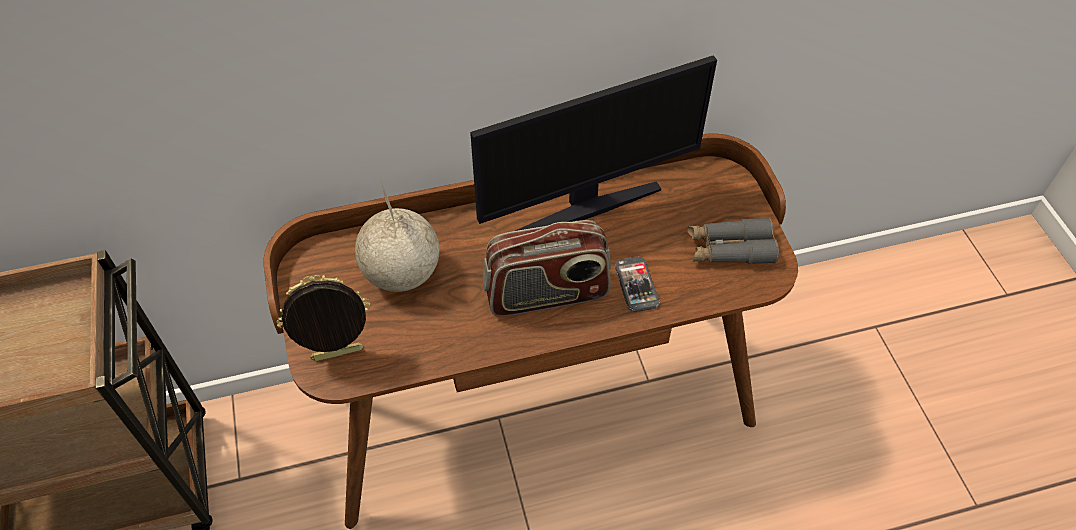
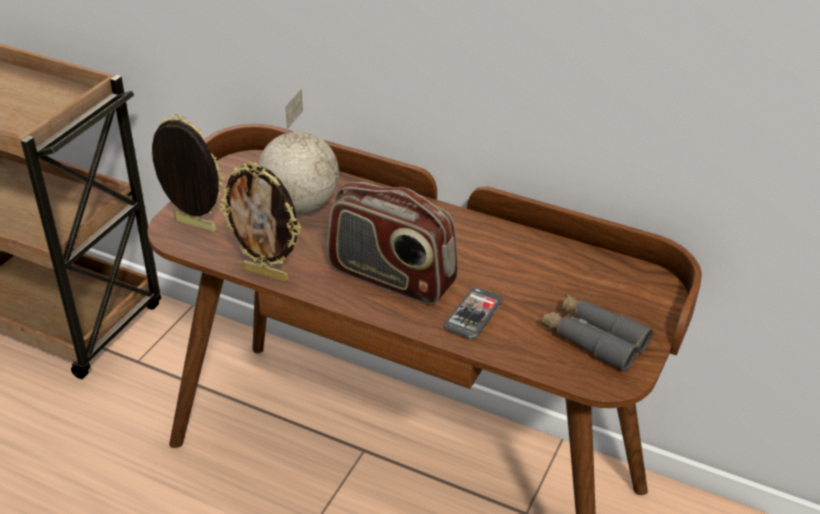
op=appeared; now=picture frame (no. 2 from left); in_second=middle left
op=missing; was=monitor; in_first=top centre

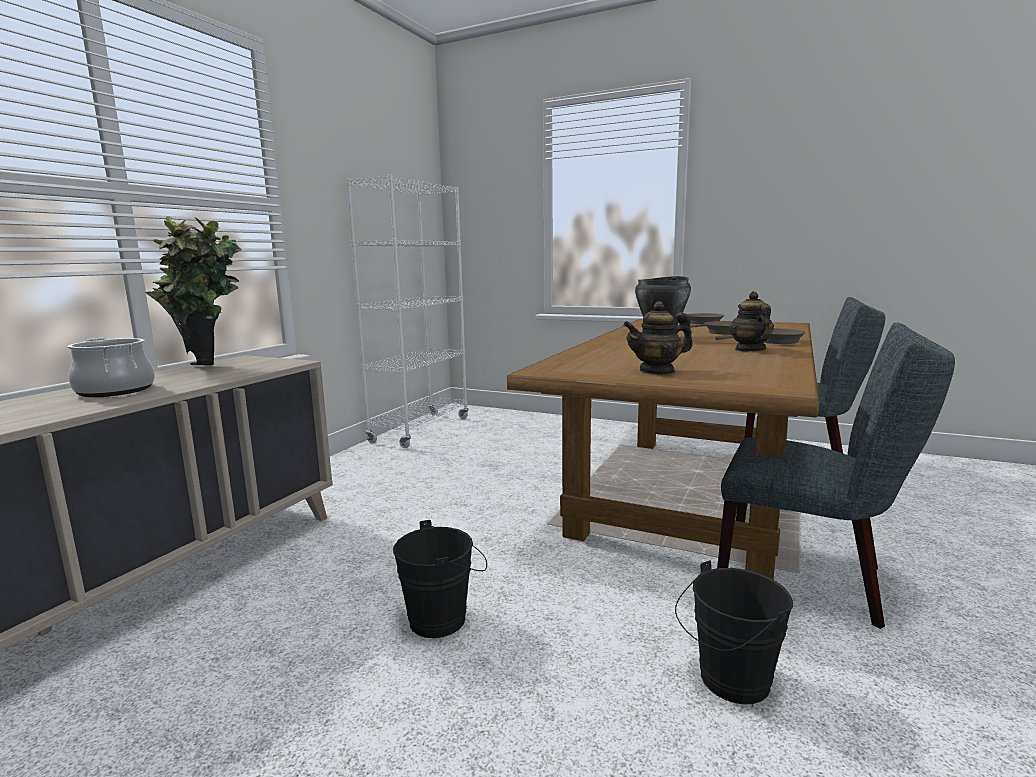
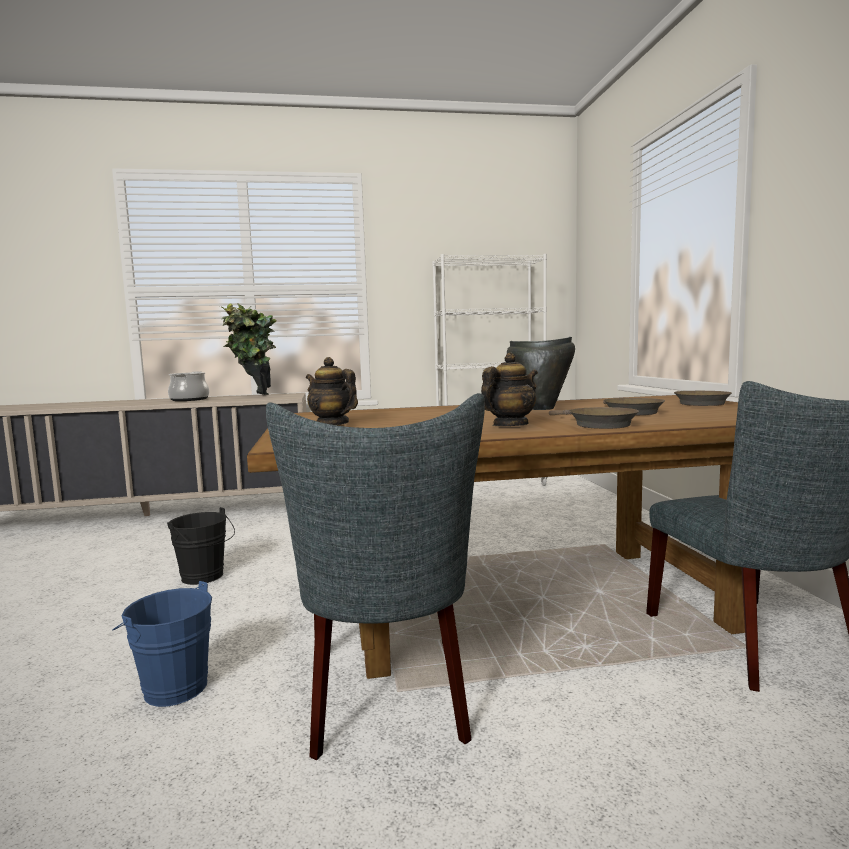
op=colour; was=black bucket (no. 2 from left); now=blue bucket; in_first=bottom right; in_second=bottom left

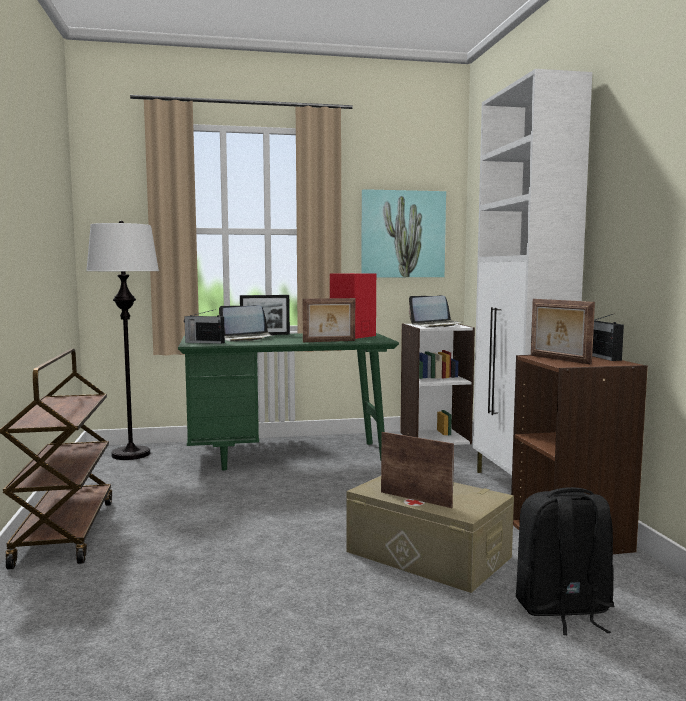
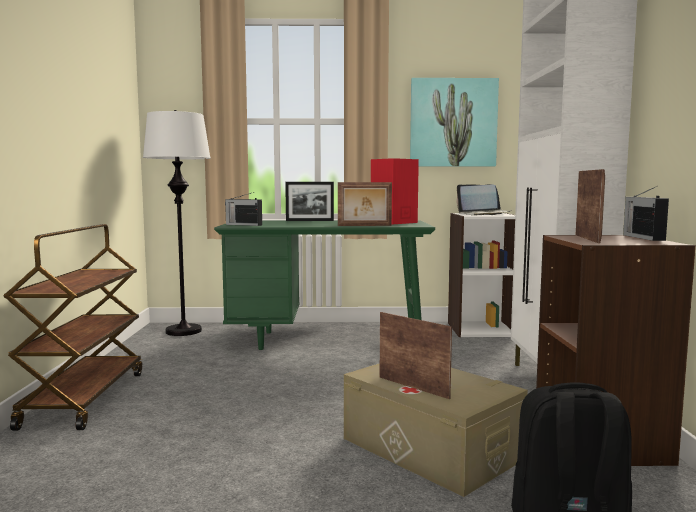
op=spun; was=picture frame (no. 4 from left); in_first=middle right; in_second=middle right; clockwise=-150
op=missing; was=laptop (no. 1 from left); in_first=centre

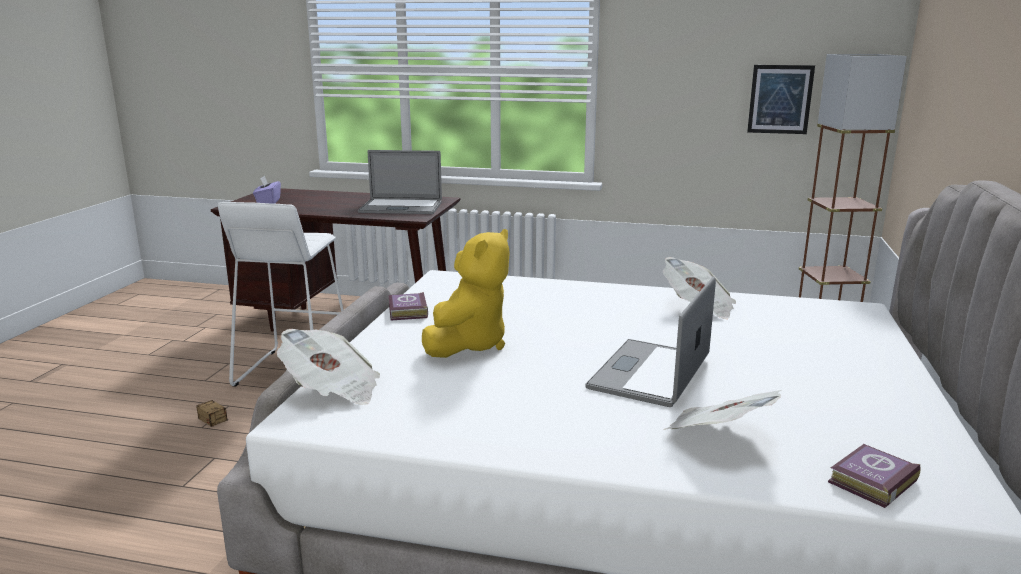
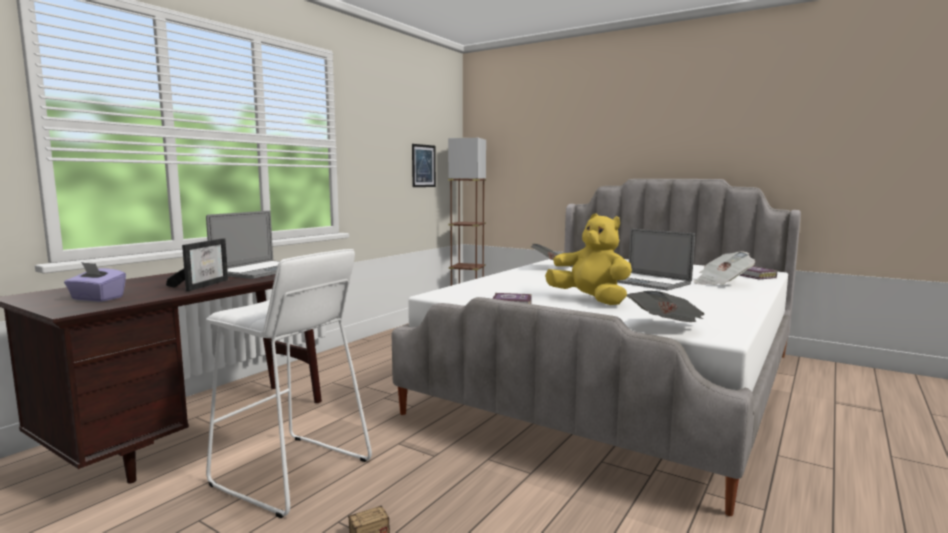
op=appeared; now=picture frame; in_second=middle left

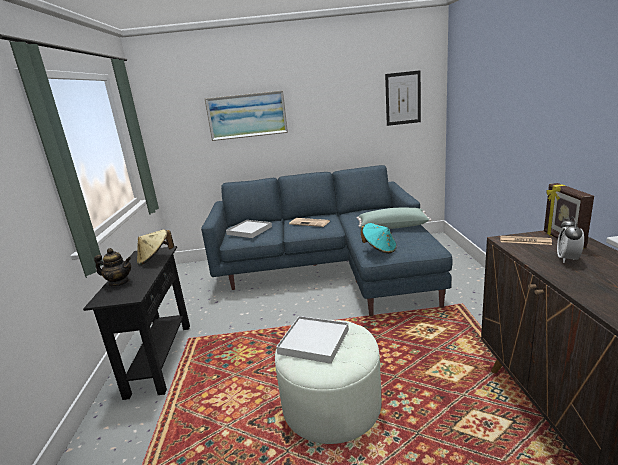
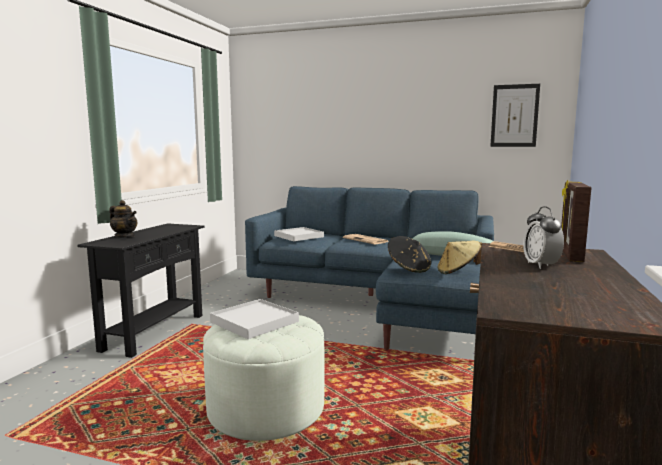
op=colour; was=turquoise hat; now=black hat; in_first=centre; in_second=centre
op=relocated; was=beige hat; in_first=middle left; in_second=middle right
op=spun; was=alarm clock; in_first=middle right; in_second=middle right; clockwise=-45
op=missing; was=picture (no. 1 from left); in_first=top centre

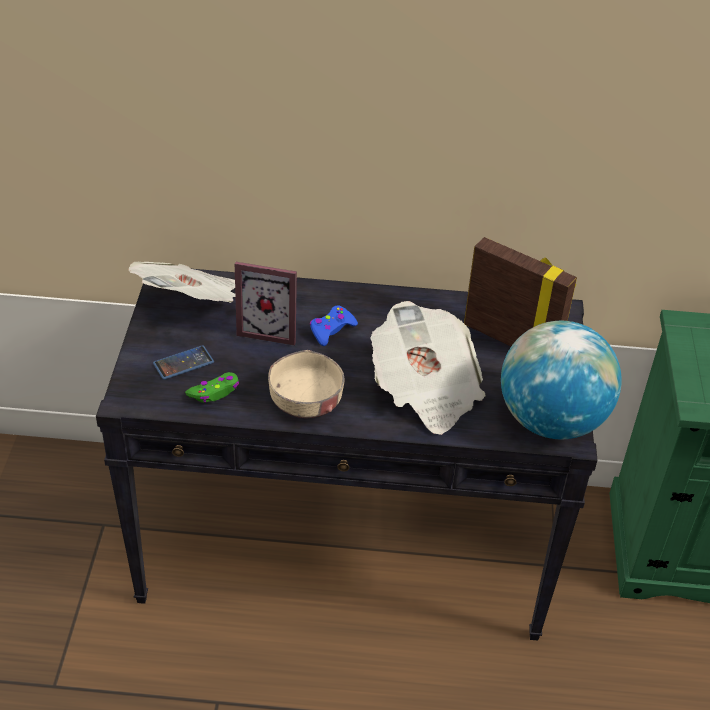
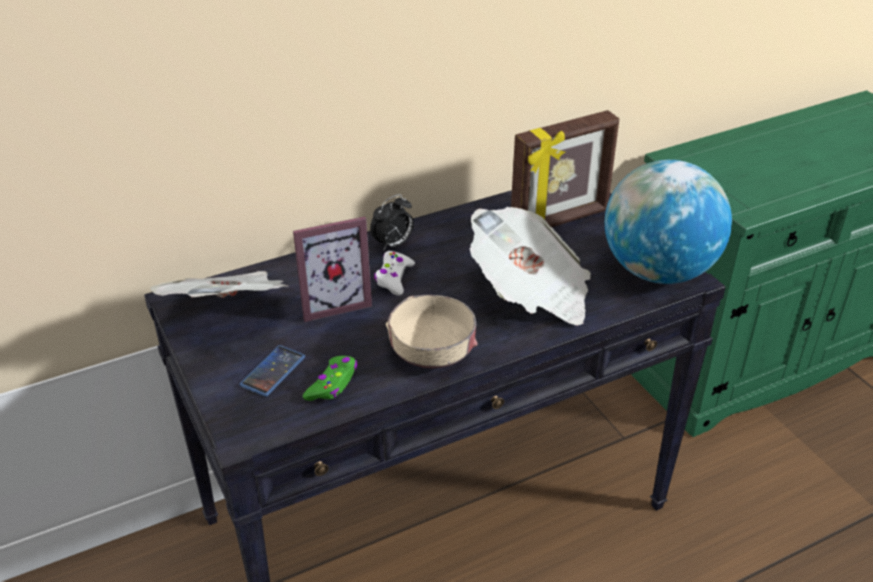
op=appeared; now=alarm clock; in_second=centre
op=colour; was=blue game controller; now=white game controller; in_first=centre; in_second=centre
op=spun; was=picture frame (no. 2 from left); in_first=middle right; in_second=top centre; clockwise=150

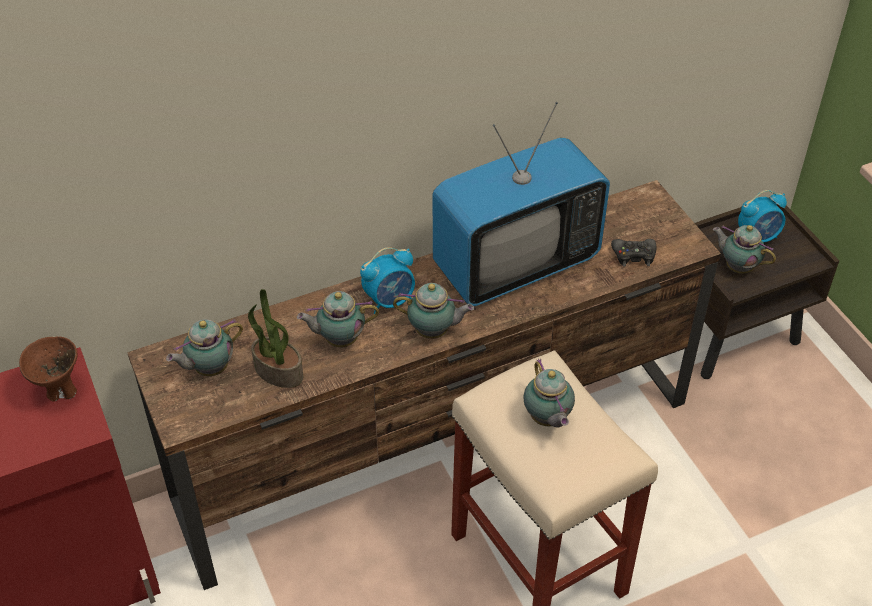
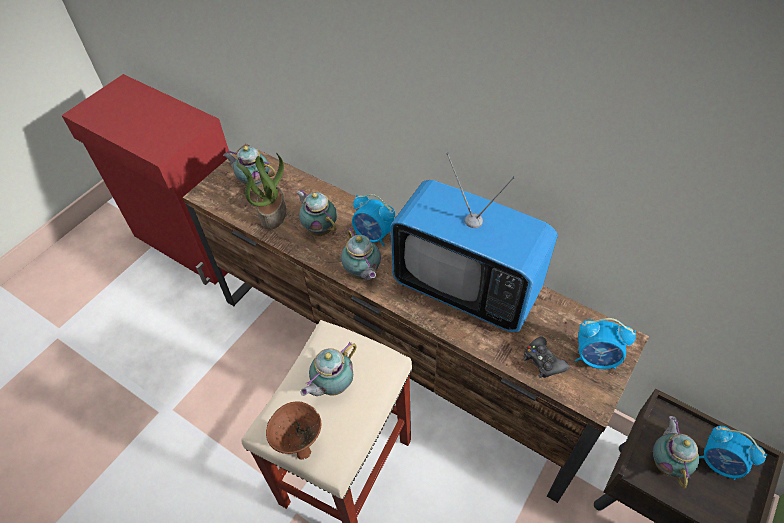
op=relocated; was=brown bowl; in_first=middle left; in_second=bottom centre
op=appeared; now=alarm clock (no. 2 from left); in_second=middle right

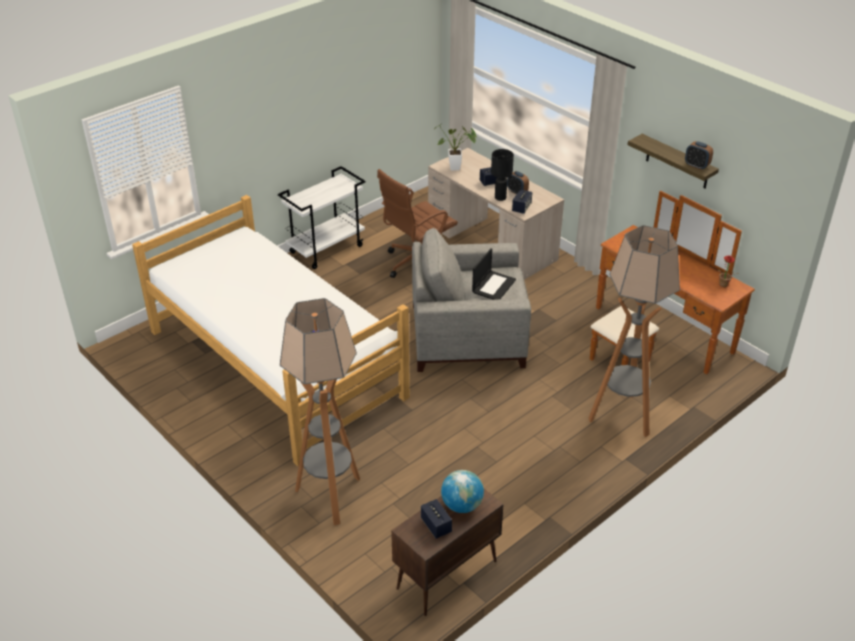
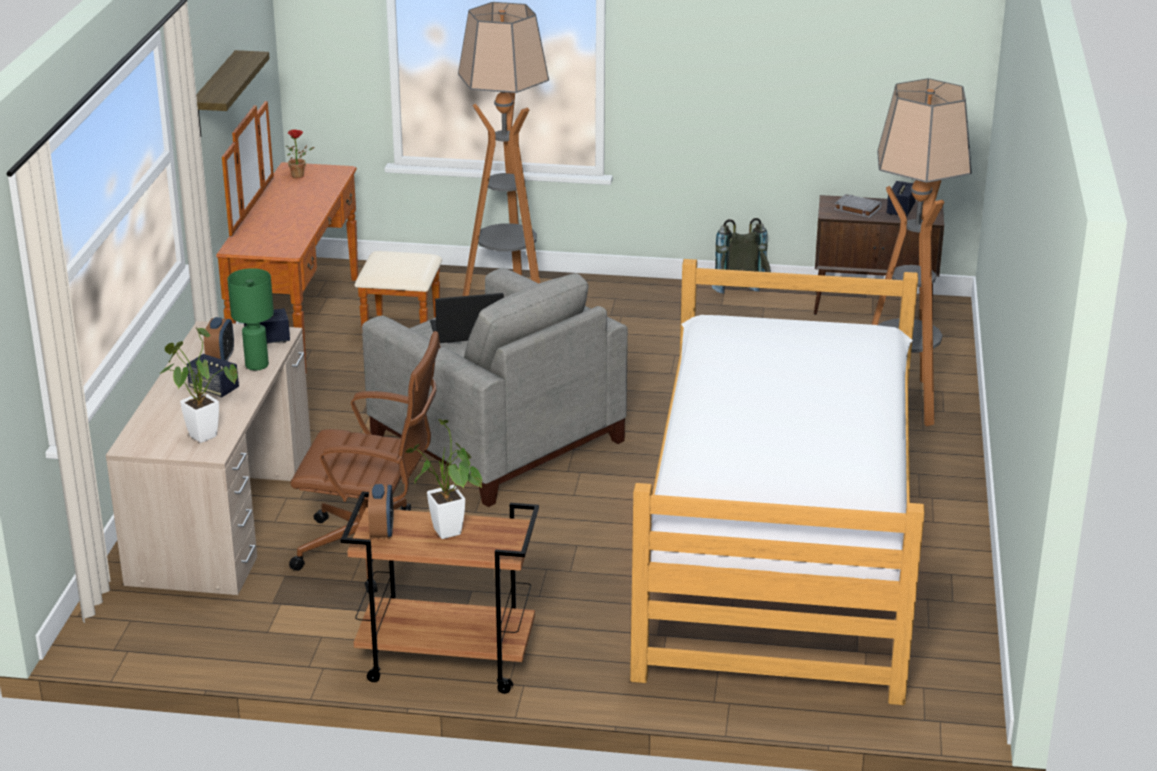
op=colour; was=black table lamp; now=green table lamp; in_first=top centre; in_second=middle left
op=colour; was=white cart; now=brown cart; in_first=centre; in_second=bottom centre
op=relocated; was=alarm clock (no. 2 from left); in_first=top right; in_second=middle left
op=appeared; now=potted plant (no. 3 from left); in_second=centre
op=appeared; now=grey backpack; in_second=top centre
op=exchanged; was=globe; now=grey book; in_first=bottom centre; in_second=top right

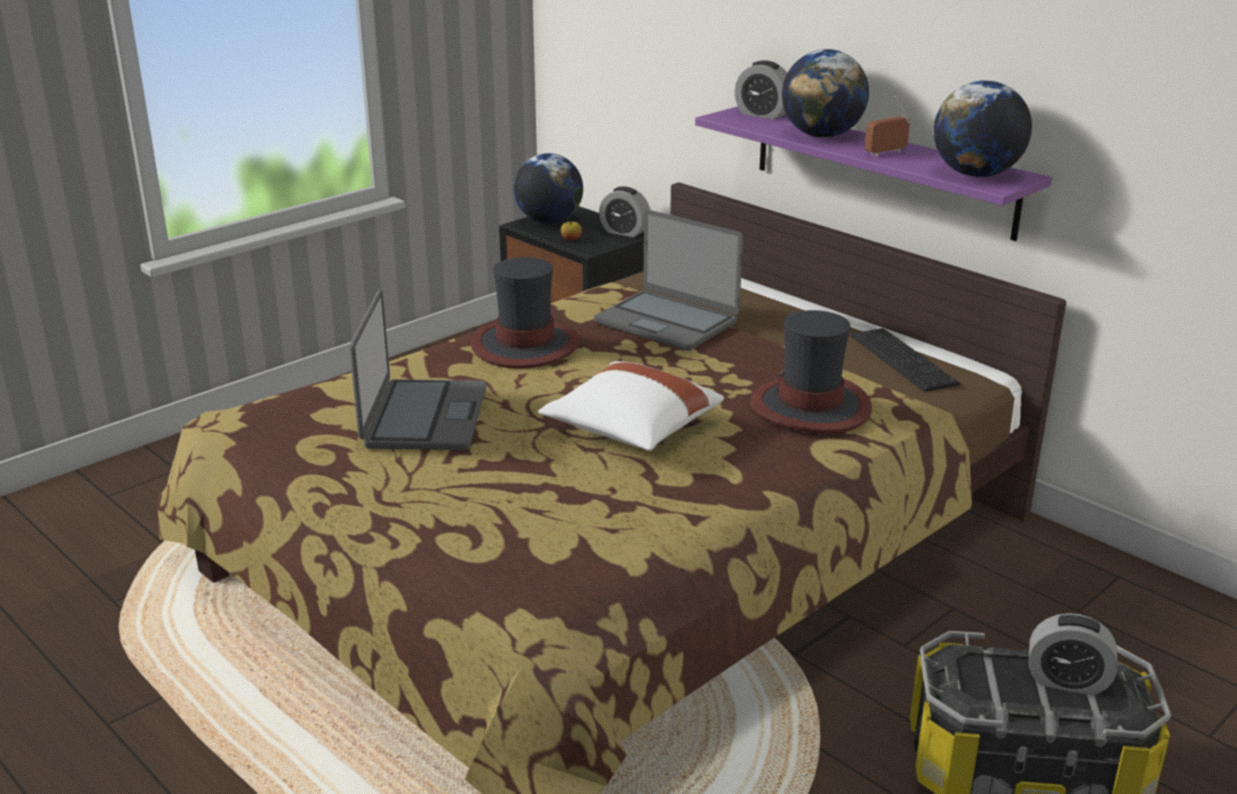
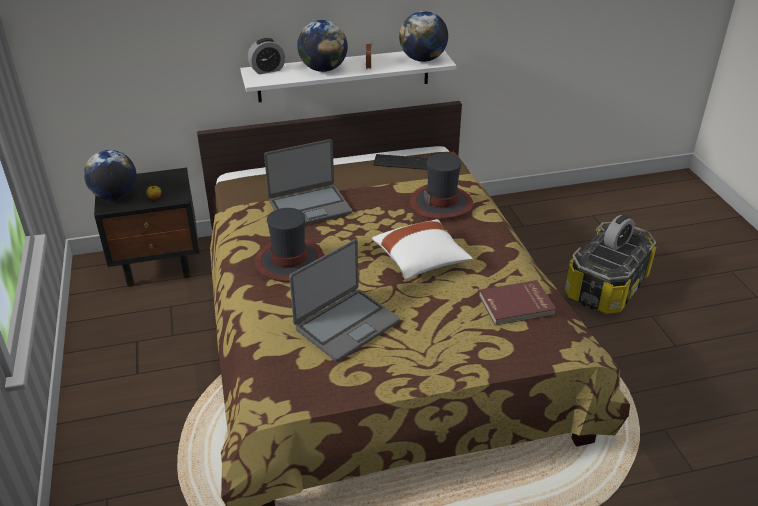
op=colour; was=purple shelf; now=white shelf; in_first=top right; in_second=top centre
op=spun; was=laptop (no. 1 from left in the first image); in_first=centre; in_second=centre; clockwise=105
op=appeared; now=red book; in_second=middle right
op=missing; was=alarm clock (no. 1 from left); in_first=top centre

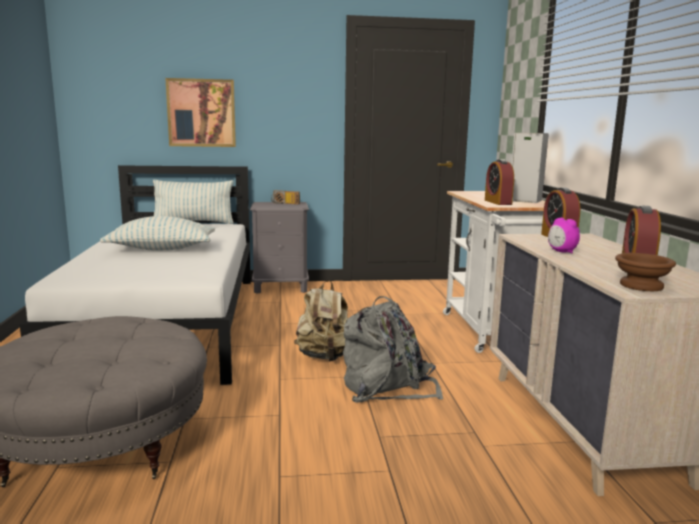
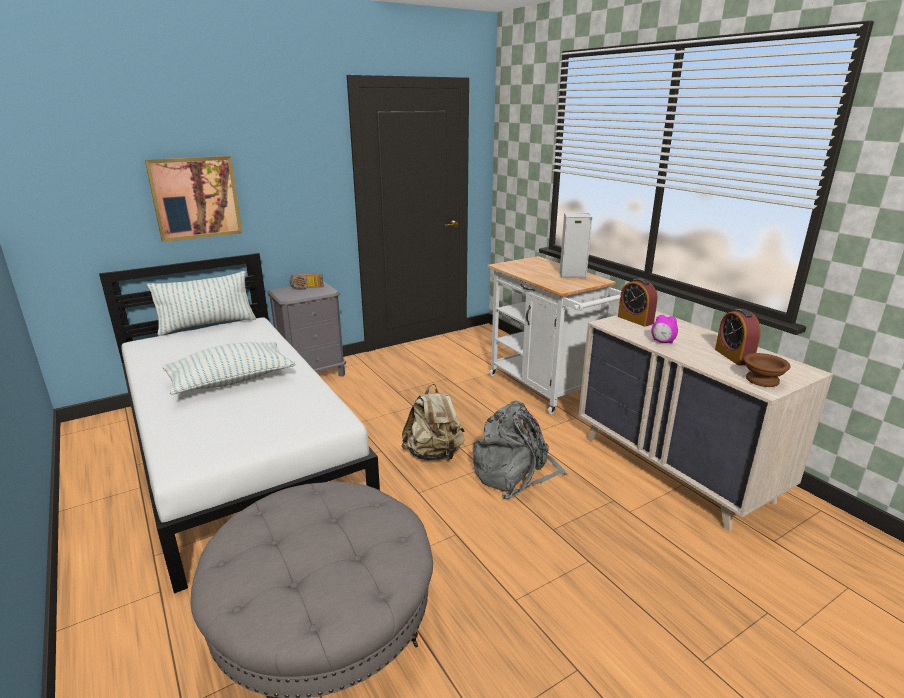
op=missing; was=alarm clock (no. 1 from left); in_first=middle right

